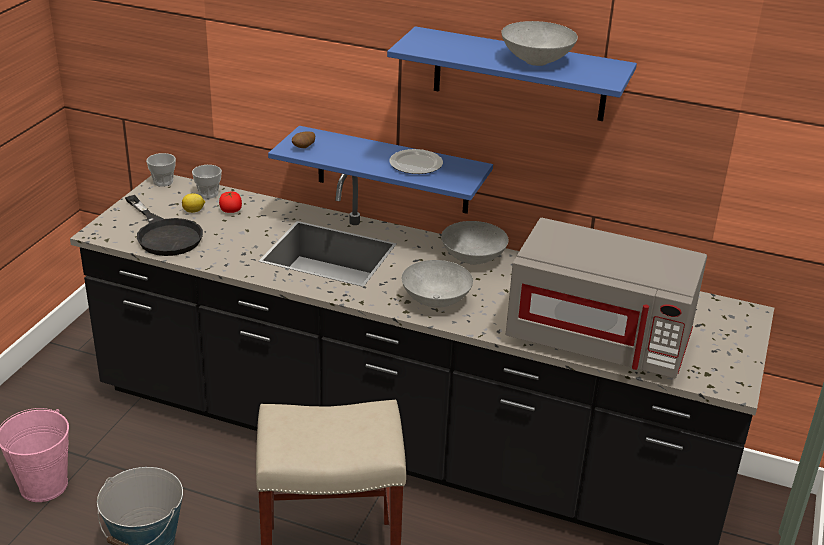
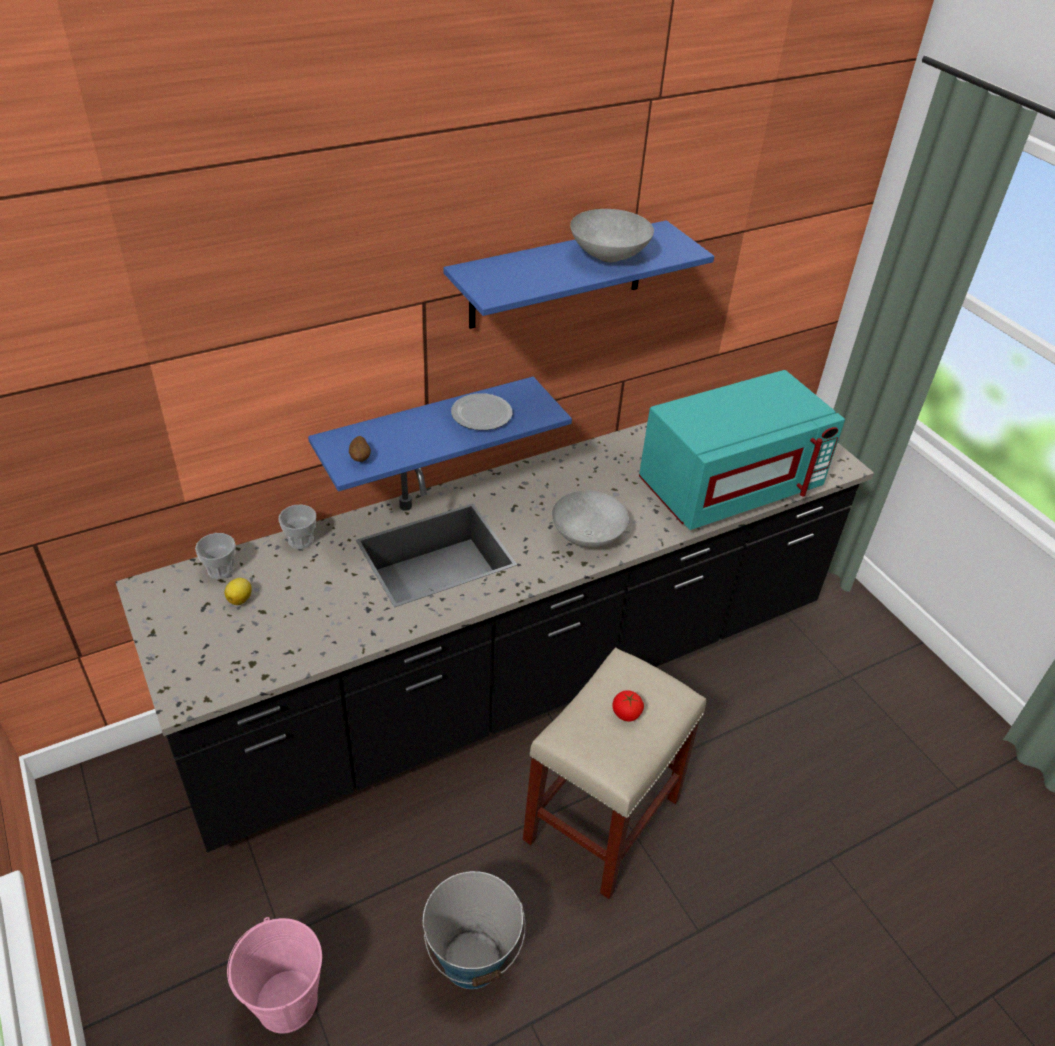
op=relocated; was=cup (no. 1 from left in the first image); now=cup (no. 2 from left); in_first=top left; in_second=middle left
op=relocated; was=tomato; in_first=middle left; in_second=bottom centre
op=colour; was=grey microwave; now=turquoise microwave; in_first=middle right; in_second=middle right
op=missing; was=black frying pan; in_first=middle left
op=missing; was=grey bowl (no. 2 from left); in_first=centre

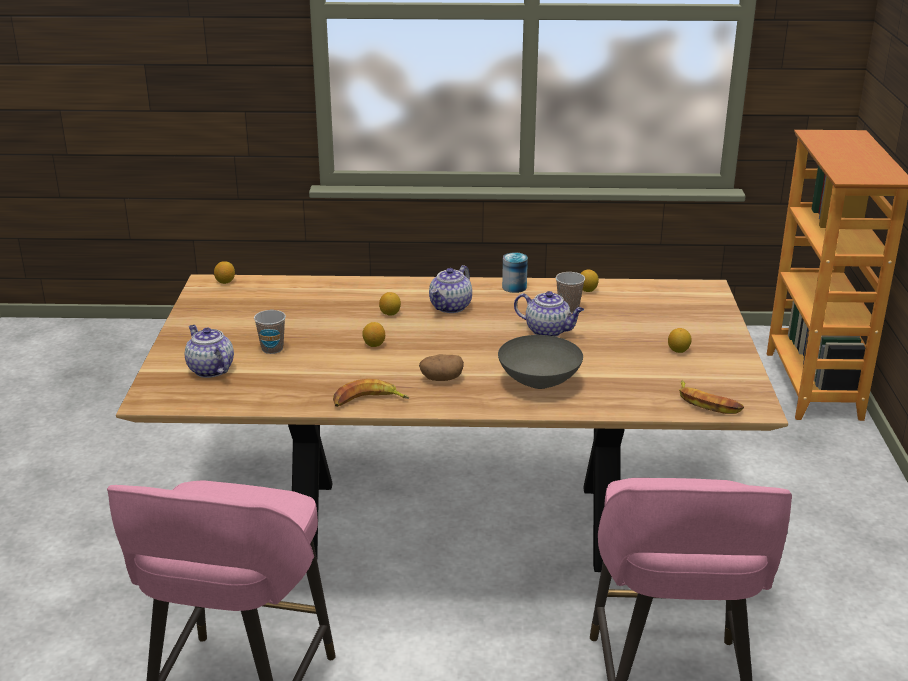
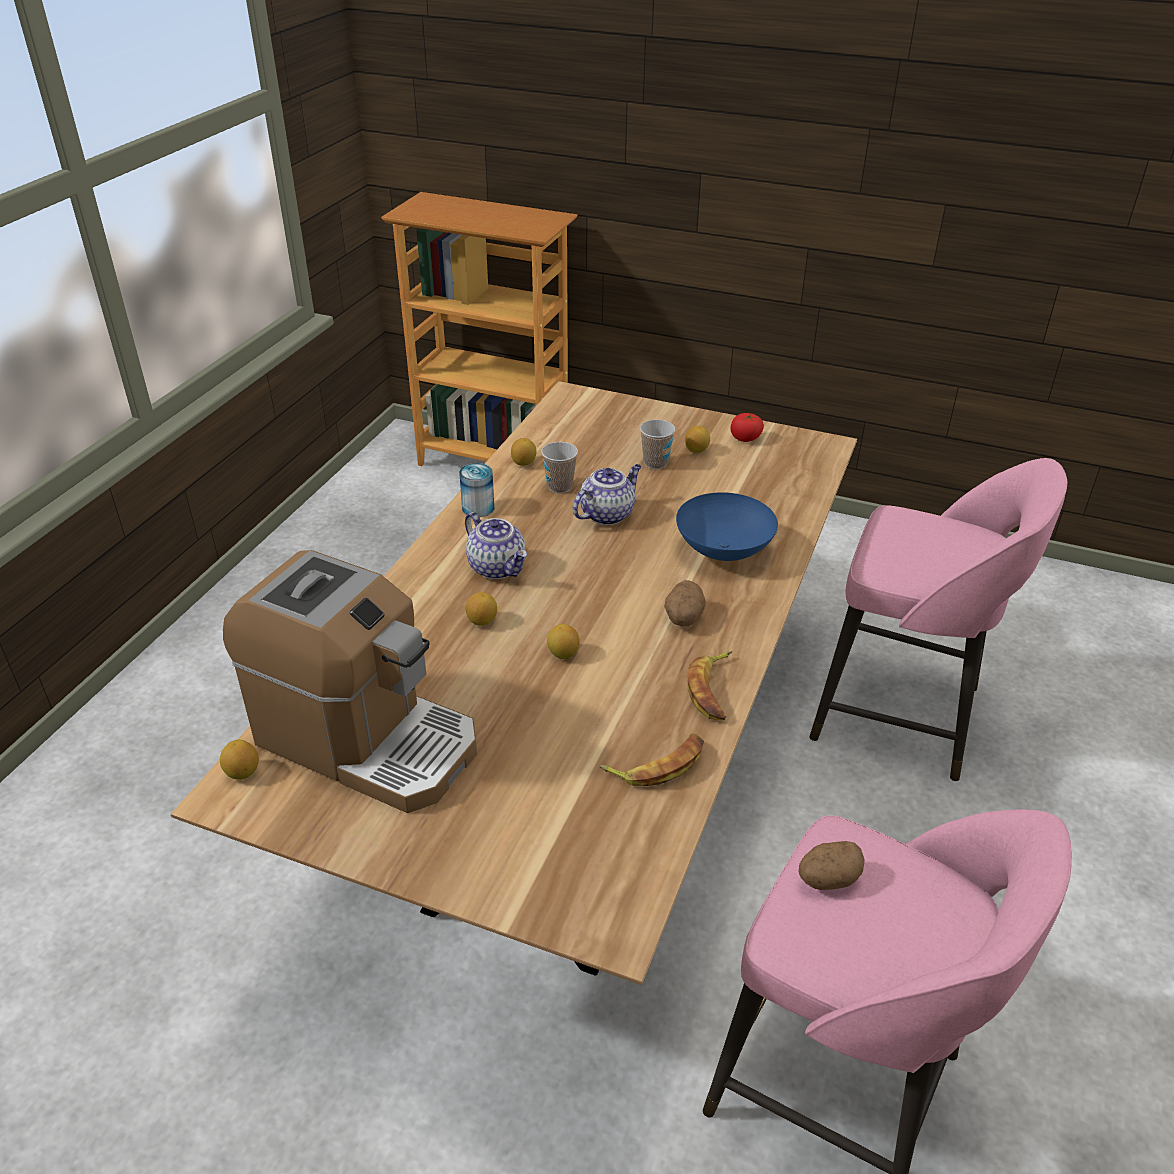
op=appeared; now=coffee machine; in_second=middle left
op=relocated; was=banana (no. 2 from left in the first image); now=banana (no. 1 from left); in_first=middle right; in_second=centre
op=relocated; was=cup (no. 1 from left in the first image); now=cup (no. 2 from left); in_first=middle left; in_second=centre
op=colour; was=grey bowl; now=blue bowl; in_first=centre; in_second=centre
op=appeared; now=tomato; in_second=centre
op=appeared; now=potato (no. 2 from left); in_second=bottom right
op=missing; was=teapot (no. 1 from left); in_first=middle left

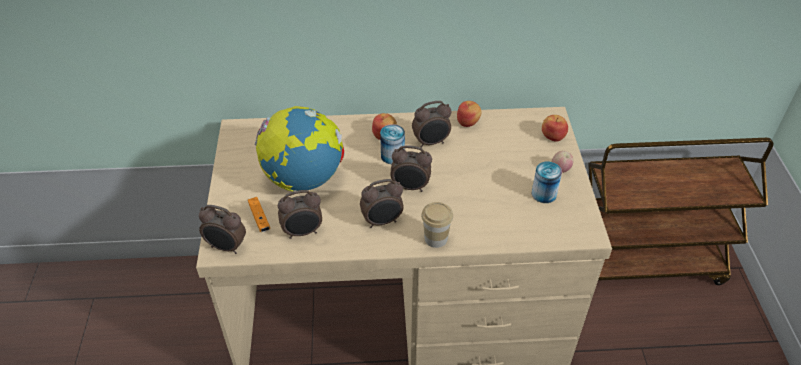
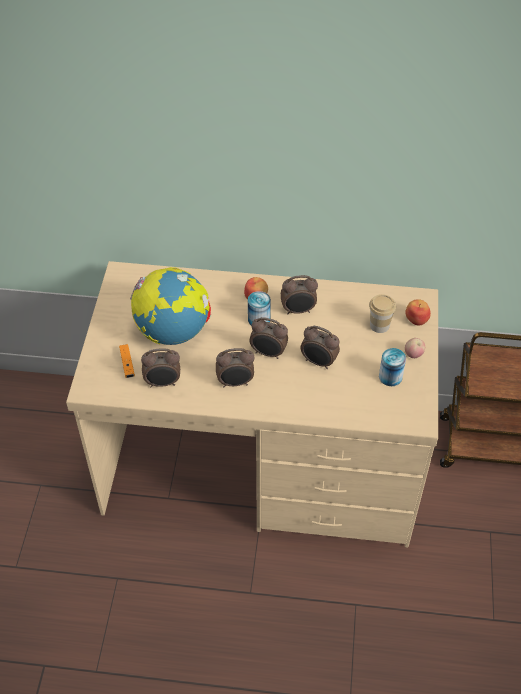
op=relocated; was=alarm clock (no. 1 from left in the first image); now=alarm clock (no. 5 from left); in_first=middle left; in_second=centre
op=relocated; was=cup; in_first=centre; in_second=middle right
op=missing; was=apple (no. 2 from left); in_first=top centre

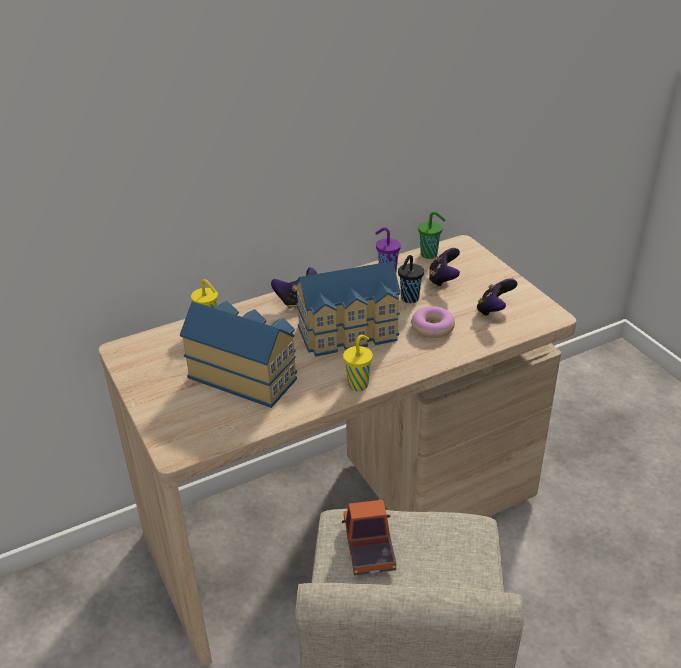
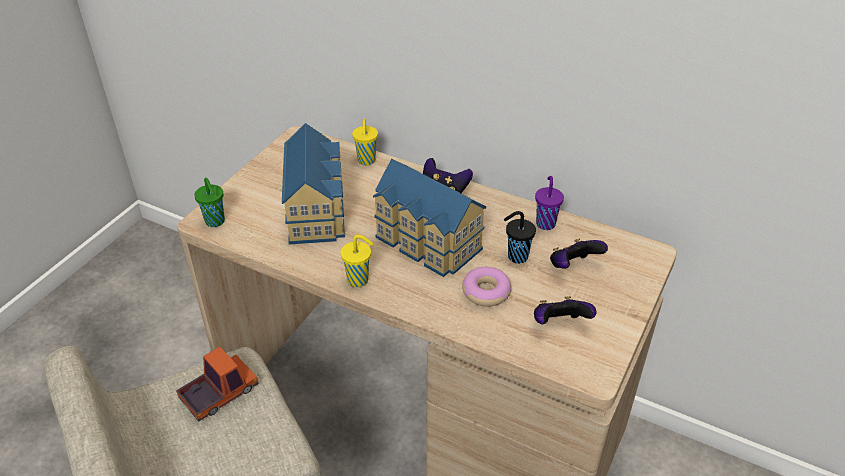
op=relocated; was=green cup; in_first=centre; in_second=middle left

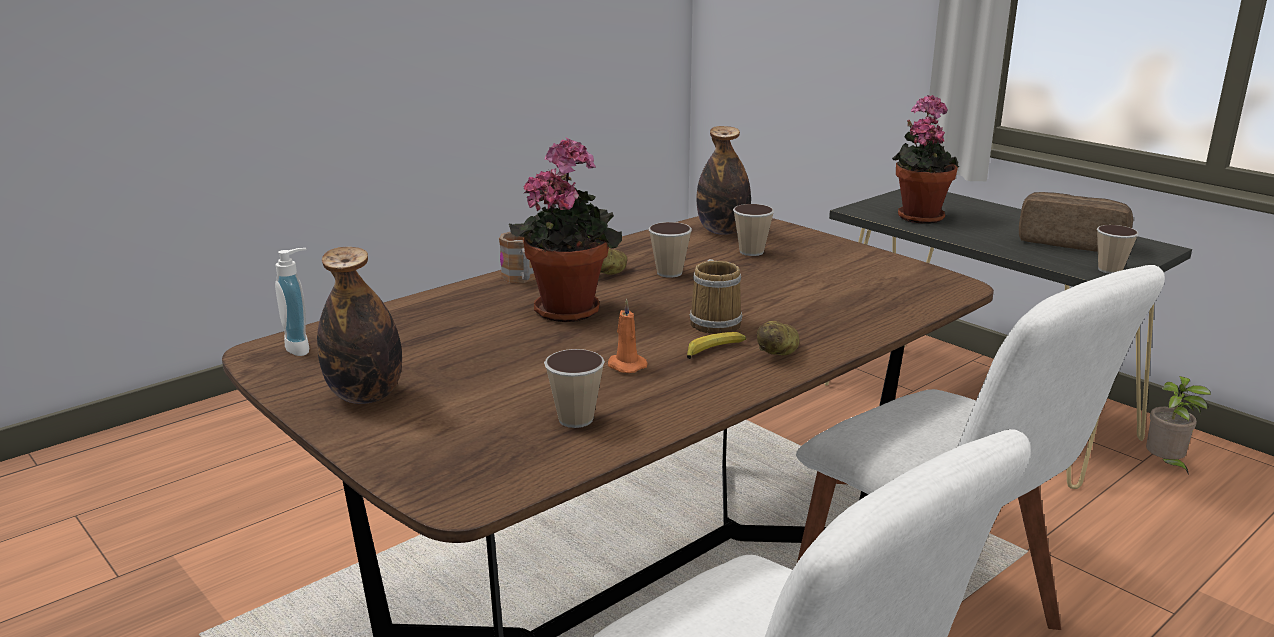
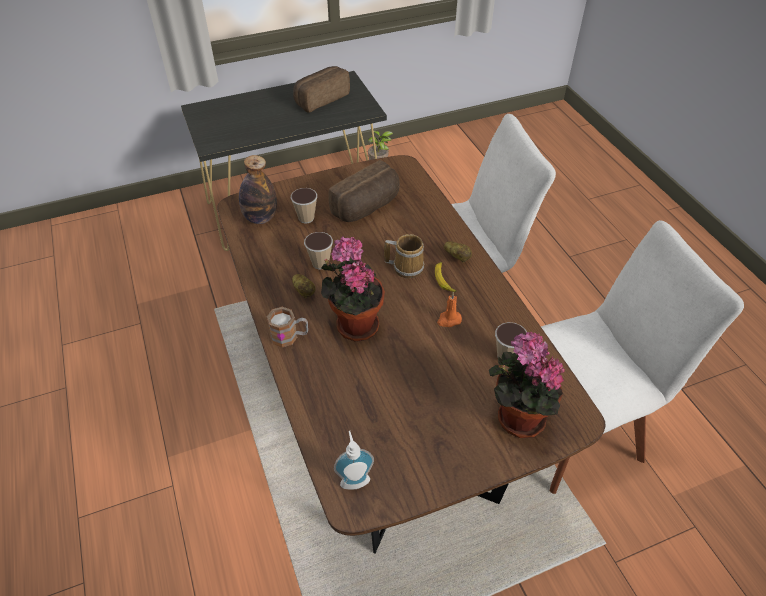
op=appeared; now=bread (no. 2 from left); in_second=top centre
op=relocated; was=potted plant (no. 2 from left in the first image); now=potted plant (no. 3 from left); in_first=top right; in_second=middle right
op=missing; was=bottle (no. 1 from left); in_first=middle left
op=missing; was=cup (no. 4 from left); in_first=middle right

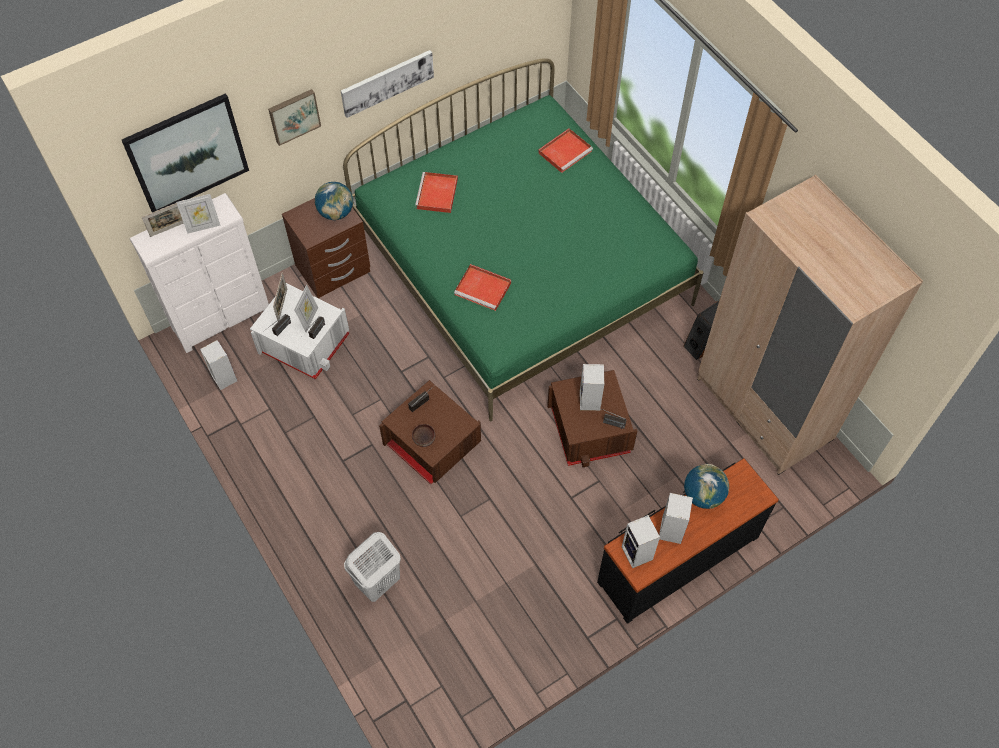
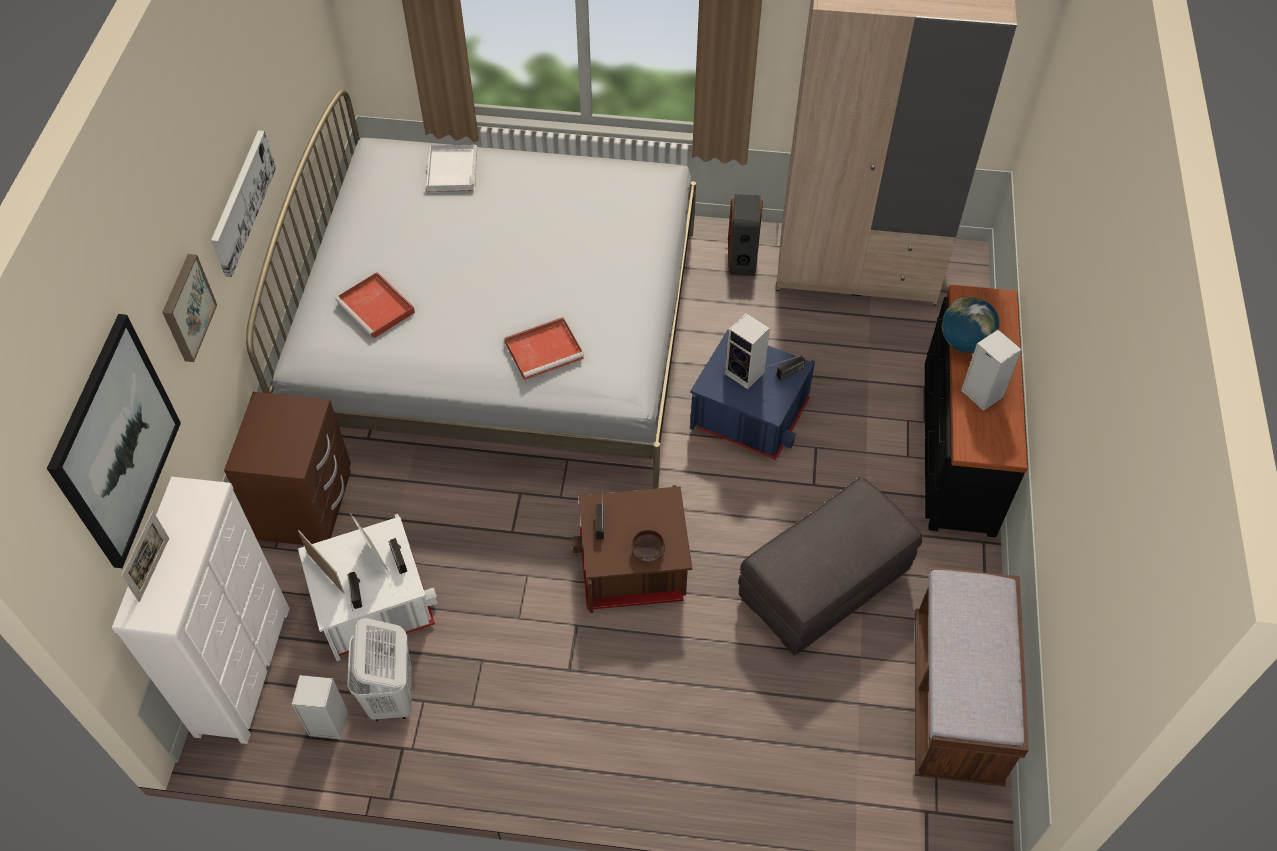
op=colour; was=green bed; now=white bed; in_first=top centre; in_second=centre
op=relocated; was=white laundry basket; in_first=bottom centre; in_second=bottom left
op=colour; was=red tray (no. 3 from left); now=white tray; in_first=top centre; in_second=top centre
op=colour; was=brown storage box (no. 2 from left); now=blue storage box; in_first=centre; in_second=centre
op=appeared; now=grey ottoman; in_second=centre
op=appeared; now=brown bench; in_second=bottom right
op=missing; was=picture frame (no. 2 from left); in_first=top left
op=missing; was=globe (no. 1 from left); in_first=top centre
op=missing; was=speaker (no. 3 from left); in_first=bottom centre

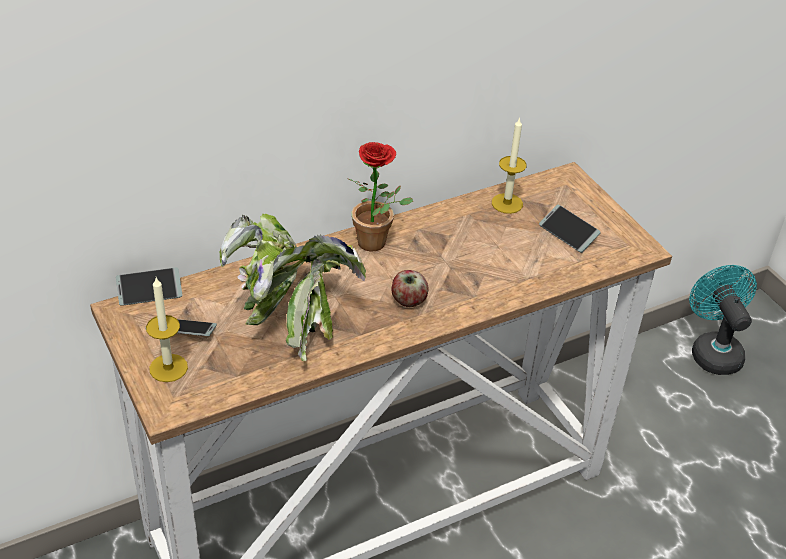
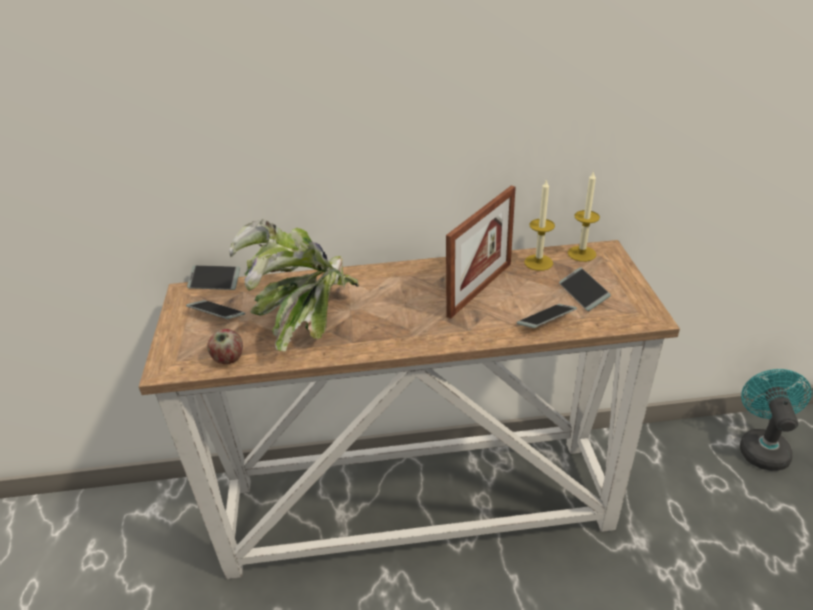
op=relocated; was=apple; in_first=centre; in_second=middle left
op=appeared; now=picture frame; in_second=centre
op=appeared; now=phone (no. 3 from left); in_second=middle right
op=relocated; was=candle (no. 1 from left in the first image); now=candle (no. 2 from left); in_first=middle left; in_second=middle right
op=missing; was=potted plant (no. 2 from left); in_first=centre

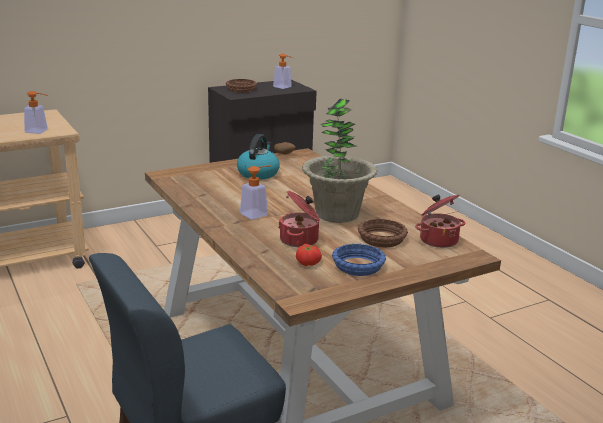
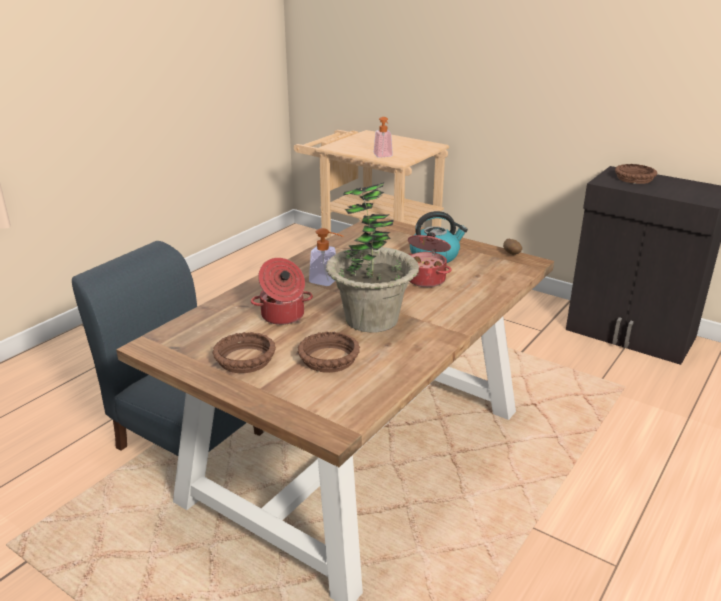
op=colour; was=blue bowl; now=brown bowl (no. 1 from left); in_first=centre; in_second=centre
op=relocated; was=cooking pot (no. 2 from left); in_first=middle right; in_second=centre
op=missing; was=soap dispenser (no. 3 from left); in_first=top centre
op=missing; was=tomato; in_first=centre

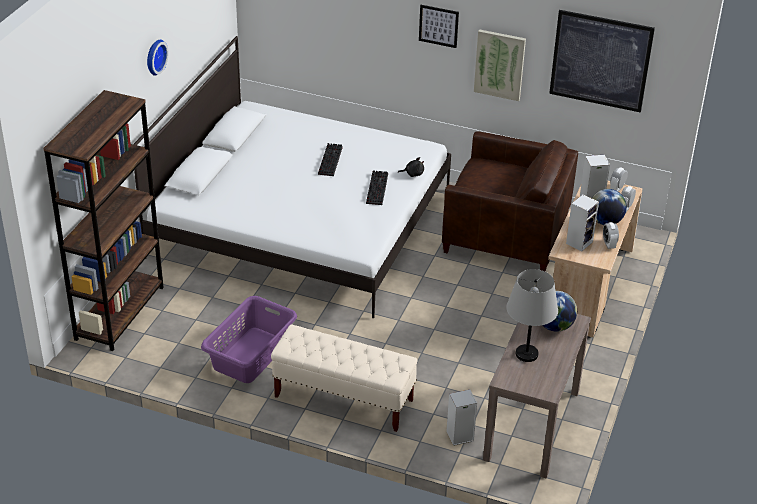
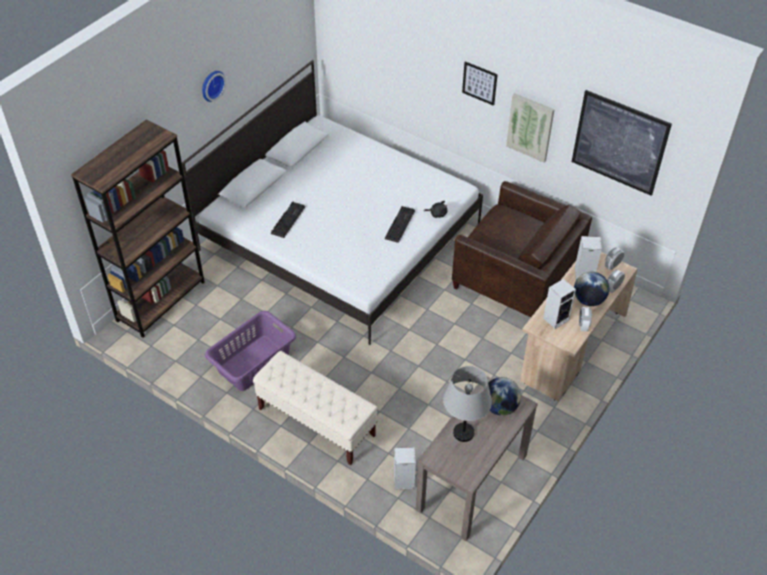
op=relocated; was=keyboard (no. 1 from left); in_first=top centre; in_second=centre

